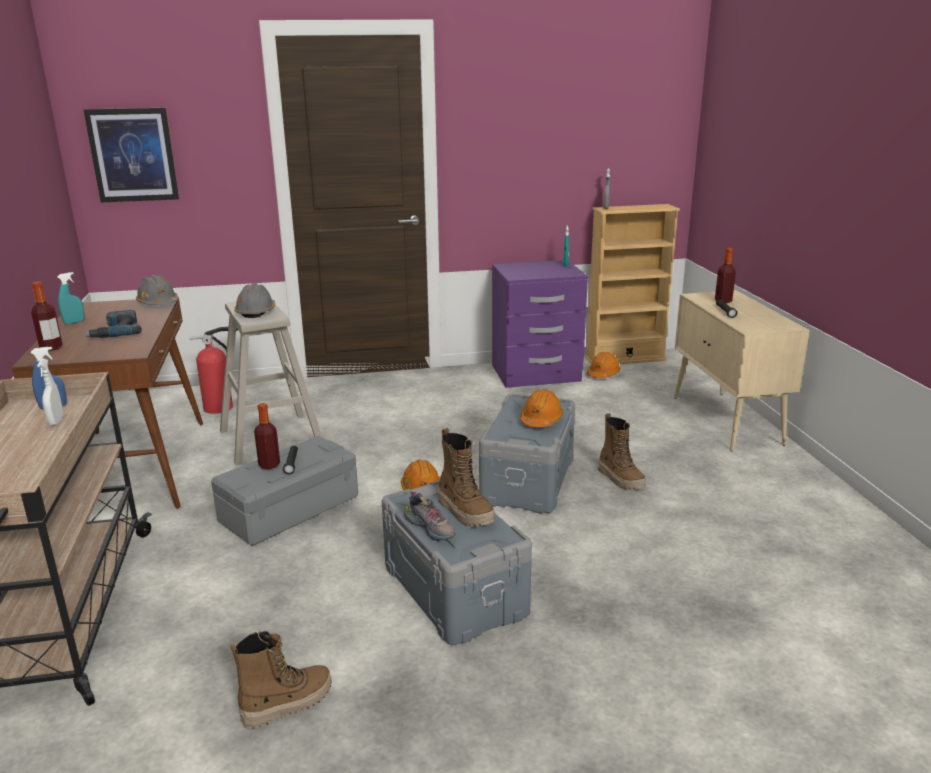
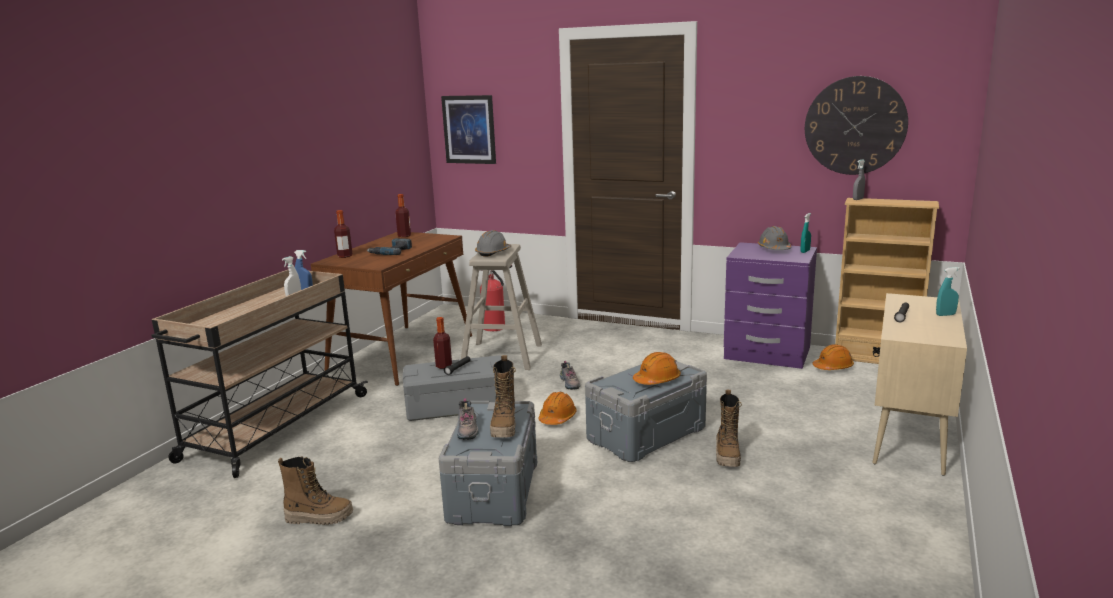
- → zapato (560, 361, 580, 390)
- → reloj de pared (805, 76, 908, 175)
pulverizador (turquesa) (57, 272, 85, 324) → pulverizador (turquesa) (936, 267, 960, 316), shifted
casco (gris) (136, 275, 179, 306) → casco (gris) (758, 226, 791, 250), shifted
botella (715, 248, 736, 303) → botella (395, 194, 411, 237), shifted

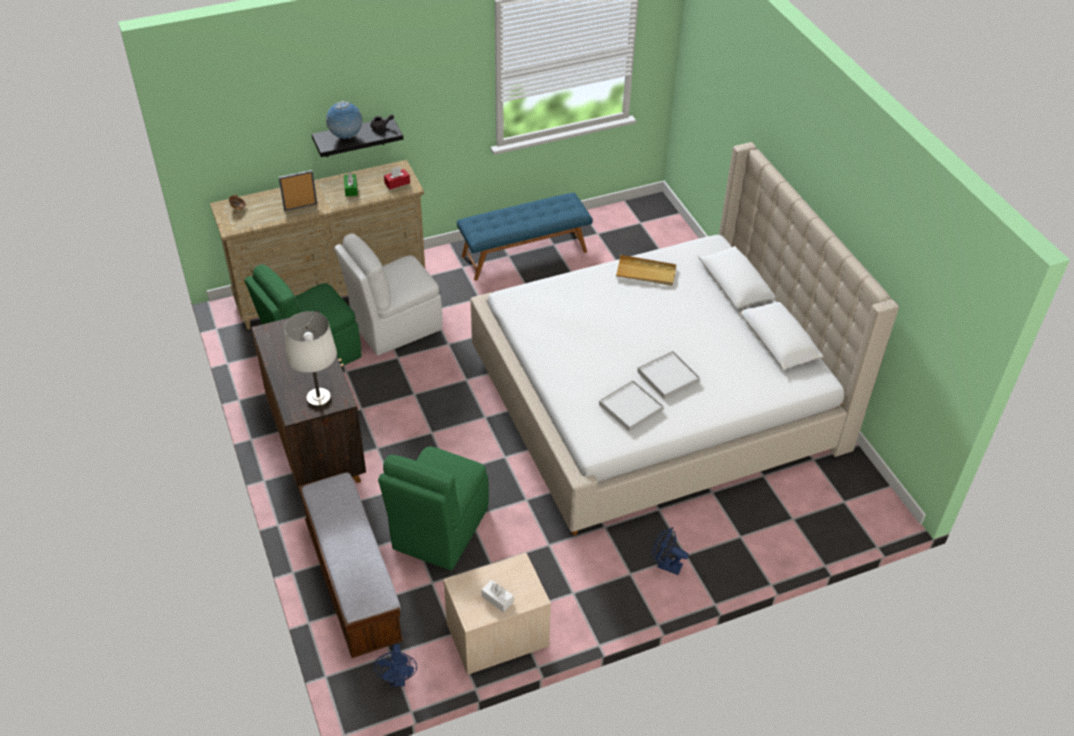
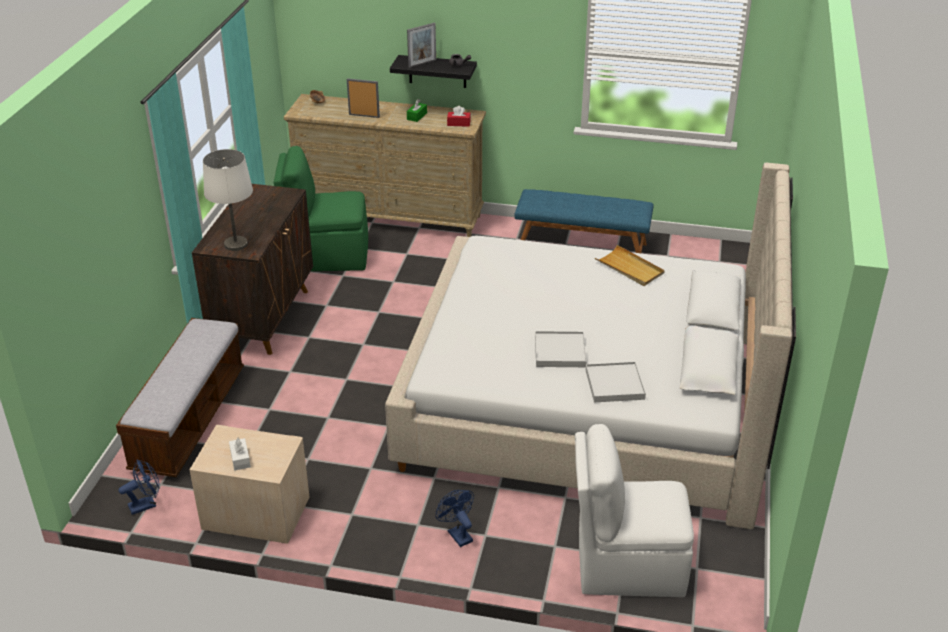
silla (verde) (378, 446, 489, 570) → -
silla (blanco) (334, 233, 442, 356) → silla (blanco) (575, 424, 694, 597), shifted
bandeja (blanco) (599, 380, 663, 432) → bandeja (blanco) (586, 362, 646, 403), shifted
globo terráqueo (326, 101, 363, 139) → portarretratos (407, 23, 436, 68)
ventilador (azul) (373, 644, 417, 687) → ventilador (azul) (119, 459, 160, 515), 150 degrees counterclockwise

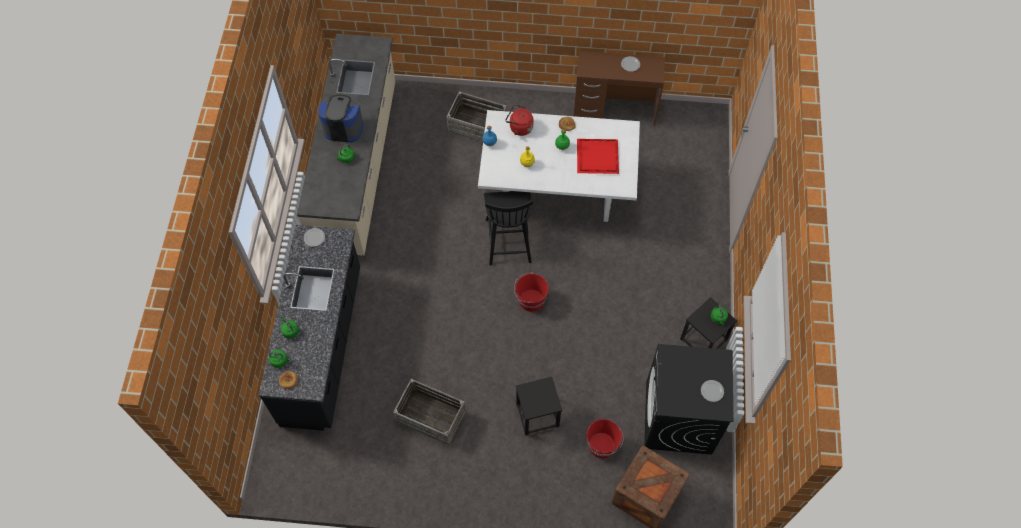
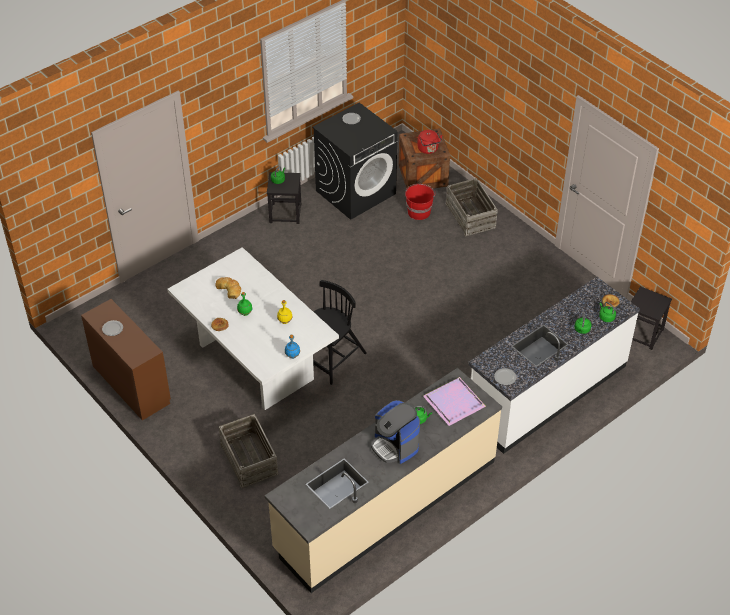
cubo (rojo) (514, 273, 549, 312) → -
- → bandeja (morado) (423, 377, 486, 426)
caja de embalaje (393, 379, 466, 446) → caja de embalaje (445, 178, 498, 237), shifted
hervidor (rojo) (506, 105, 534, 136) → hervidor (rojo) (417, 130, 443, 154), shifted
taburete (negro) (516, 377, 562, 435) → taburete (negro) (631, 286, 672, 350), shifted
bandeja (rojo) (577, 139, 619, 174) → pan (215, 277, 241, 299)
mueble bajo de cocina (negro) (259, 225, 360, 431) → mueble bajo de cocina (blanco) (468, 277, 640, 454)

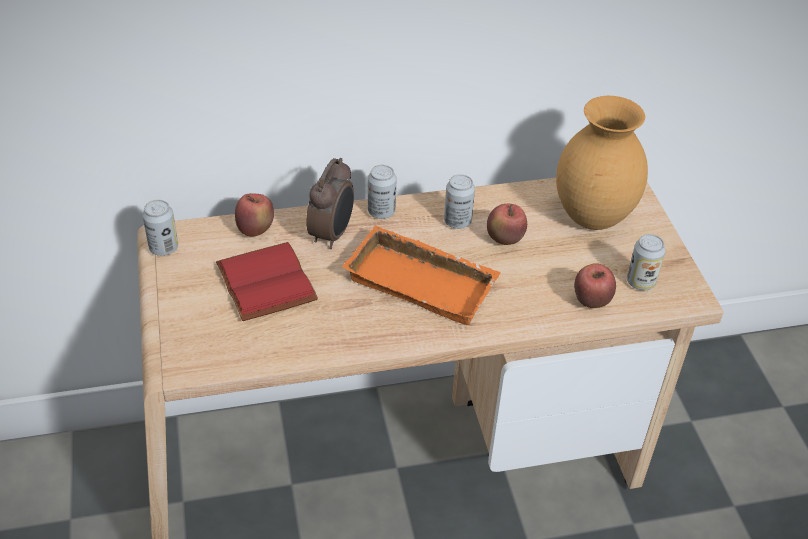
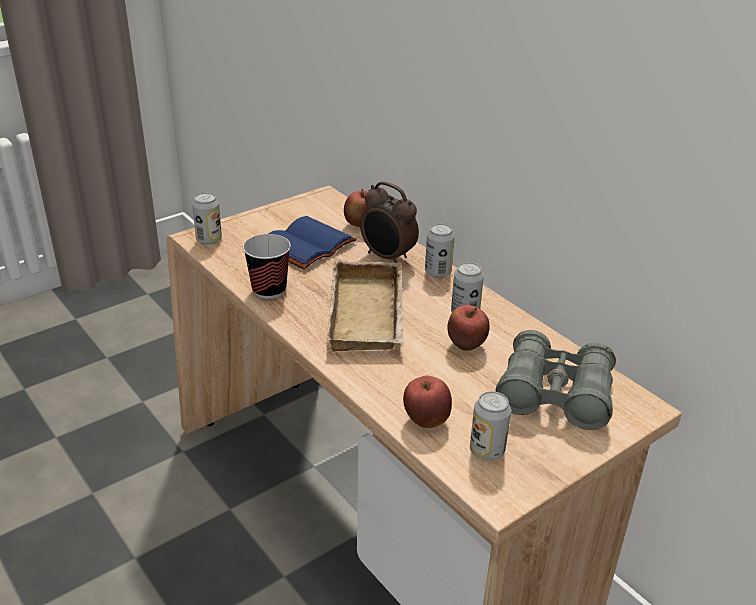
- → taza (243, 234, 291, 299)
lata (142, 200, 178, 256) → lata (192, 193, 222, 245), shifted
florero (marrón) (556, 96, 648, 230) → prismáticos (gris) (496, 330, 616, 430)
libro (rojo) (216, 242, 318, 321) → libro (azul) (268, 216, 357, 269)
bandeja (naranja) (342, 225, 501, 325) → bandeja (beis) (327, 259, 404, 351)
despertador (306, 158, 354, 249) → despertador (360, 181, 419, 263), 45 degrees clockwise

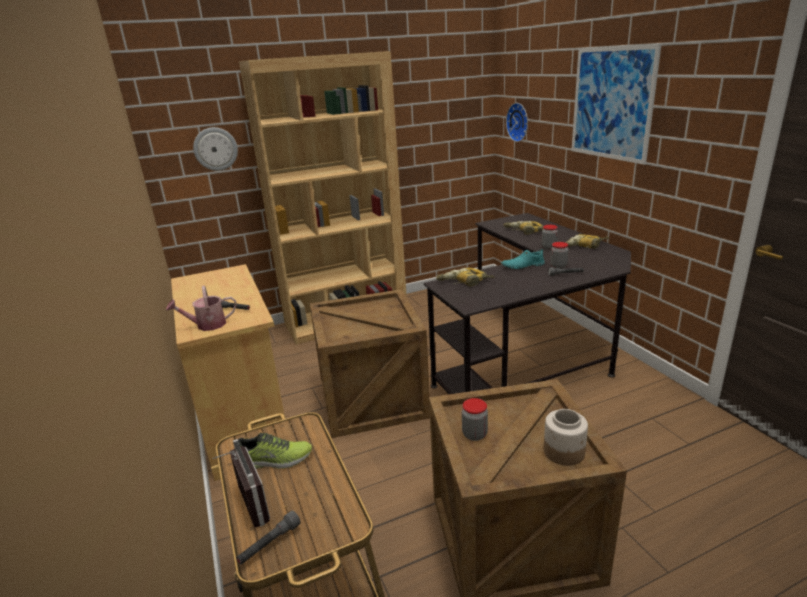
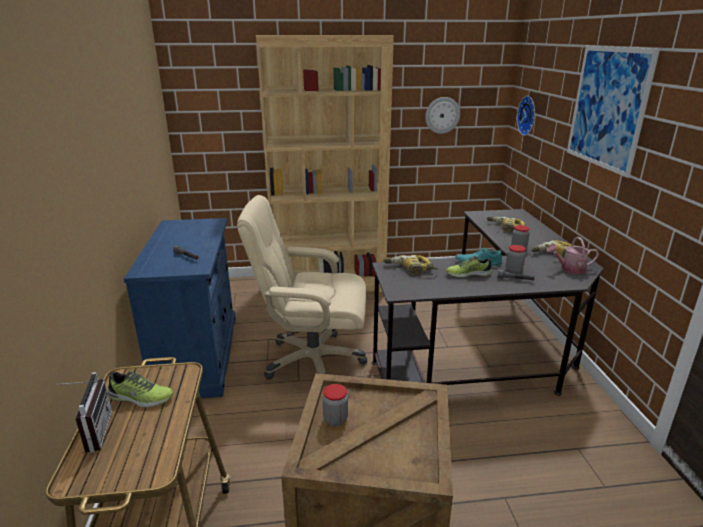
linterna (gris) (236, 511, 301, 565) → -
tarro (544, 409, 588, 466) → -
- → zapato (446, 256, 492, 278)
regadera (166, 286, 237, 331) → regadera (547, 237, 599, 274), shifted
reloj de pared (193, 127, 238, 171) → reloj de pared (425, 97, 460, 134), shifted
caja de embalaje (310, 289, 430, 438) → silla de oficina (beis) (237, 195, 367, 379)
armario (beis) (171, 264, 284, 481) → armario (azul) (124, 218, 236, 400)

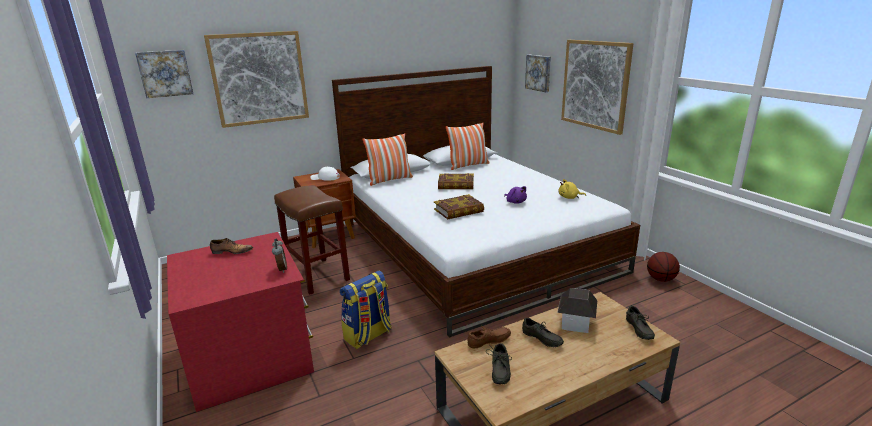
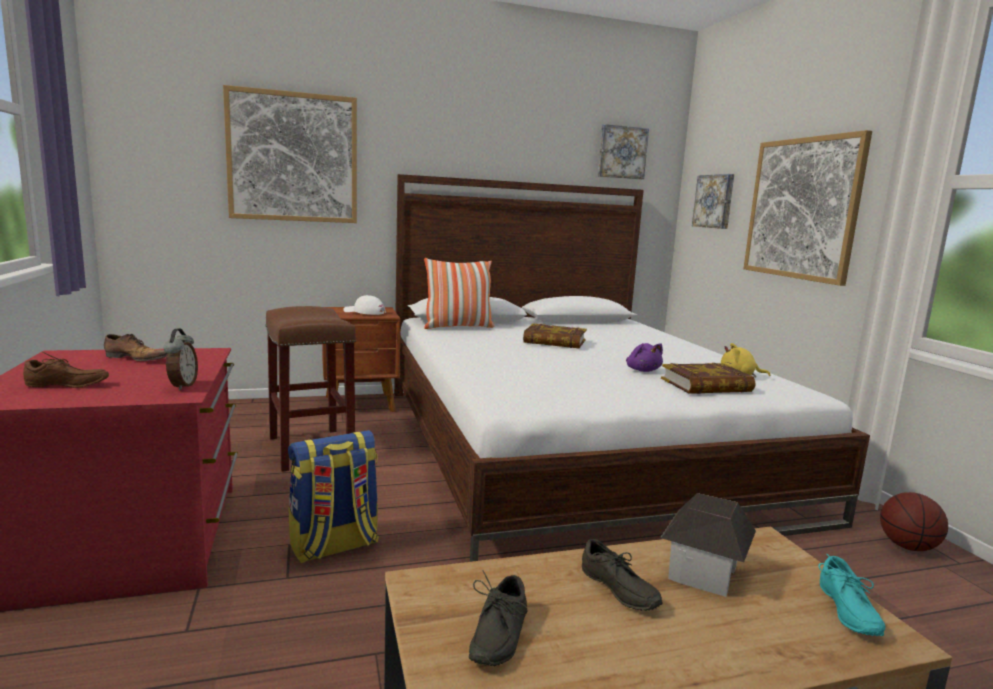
cojín (446, 123, 490, 170) → -
cuadro (135, 50, 193, 98) → cuadro (598, 124, 649, 179), shifted
libro (434, 194, 484, 219) → libro (661, 363, 756, 394), shifted
zapato (marrón) (467, 326, 511, 349) → zapato (marrón) (23, 352, 109, 388), shifted
zapato (gris) (626, 306, 655, 340) → zapato (turquesa) (818, 554, 886, 636)

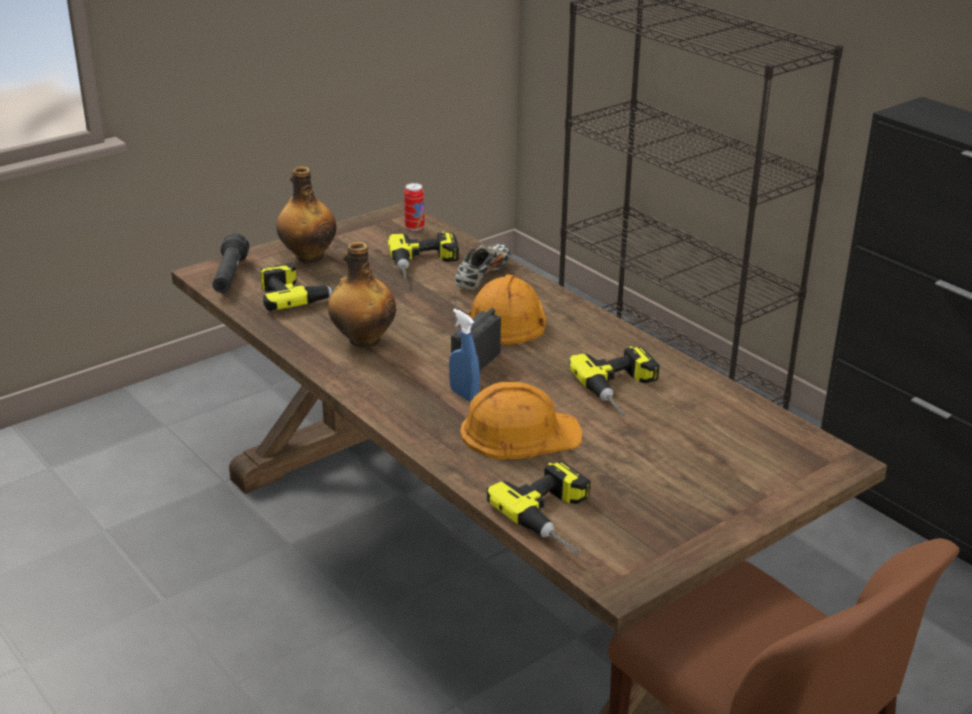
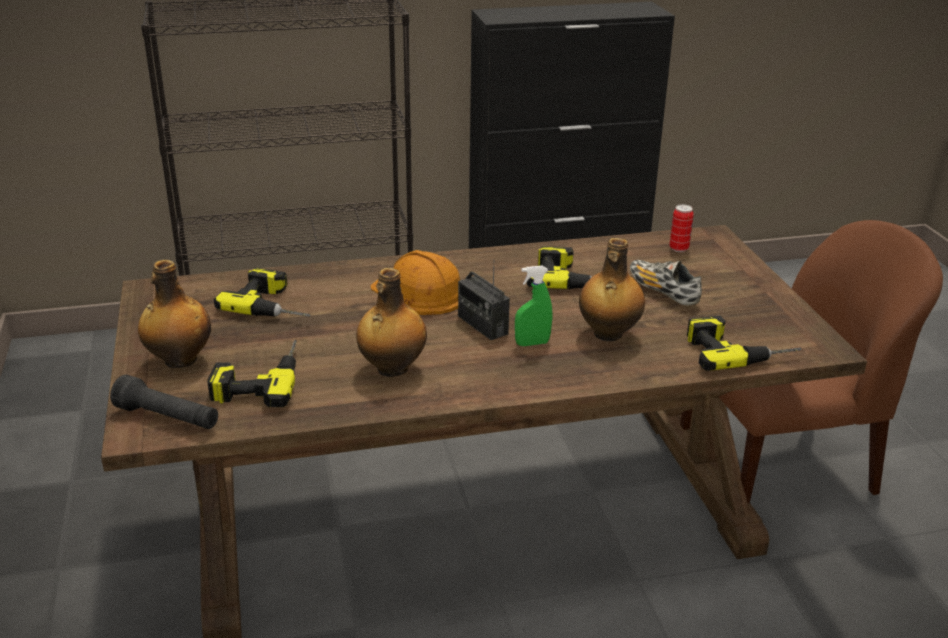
lata (404, 183, 425, 231) → lata (670, 204, 694, 252), shifted
zapato (455, 244, 511, 290) → zapato (630, 260, 702, 306), shifted
casco (naranja) (460, 382, 582, 459) → botella (579, 238, 645, 342)
pulverizador (azul) (449, 309, 480, 402) → pulverizador (verde) (515, 266, 552, 346)

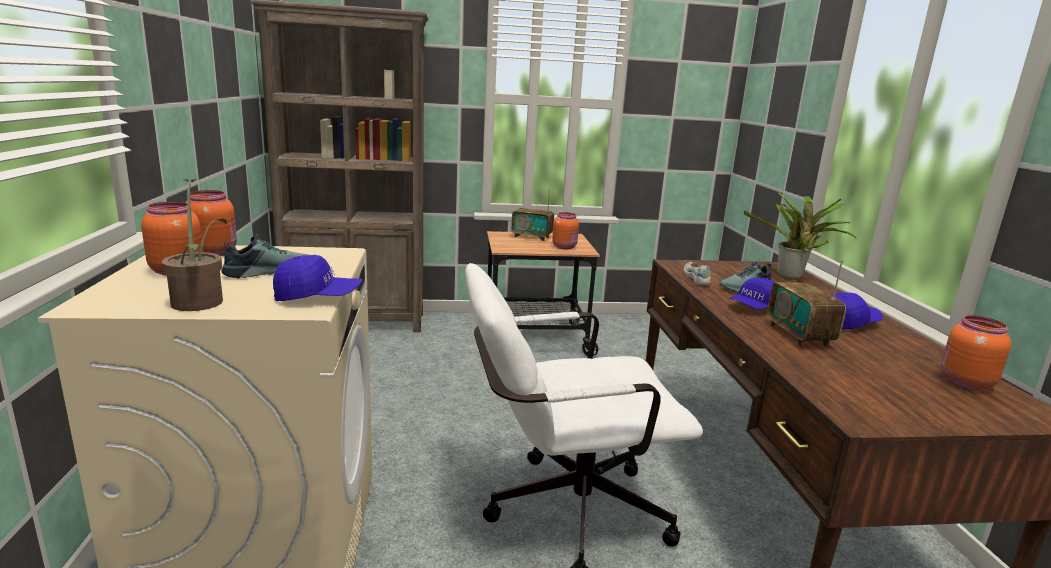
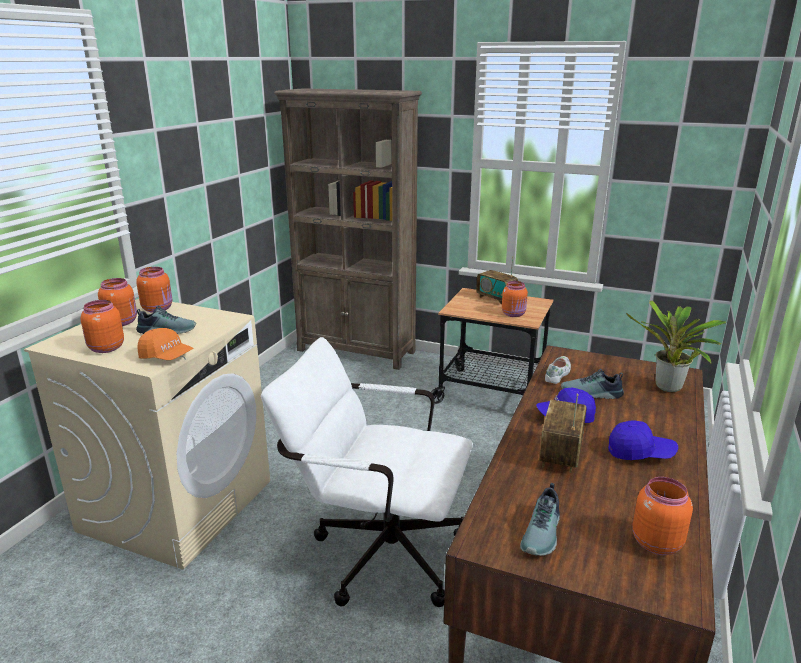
- → zapato (520, 483, 560, 556)
planta en maceta (162, 178, 226, 311) → tarro (naranja) (81, 300, 124, 353)
gorra (azul) (273, 255, 362, 301) → gorra (naranja) (138, 328, 194, 360)

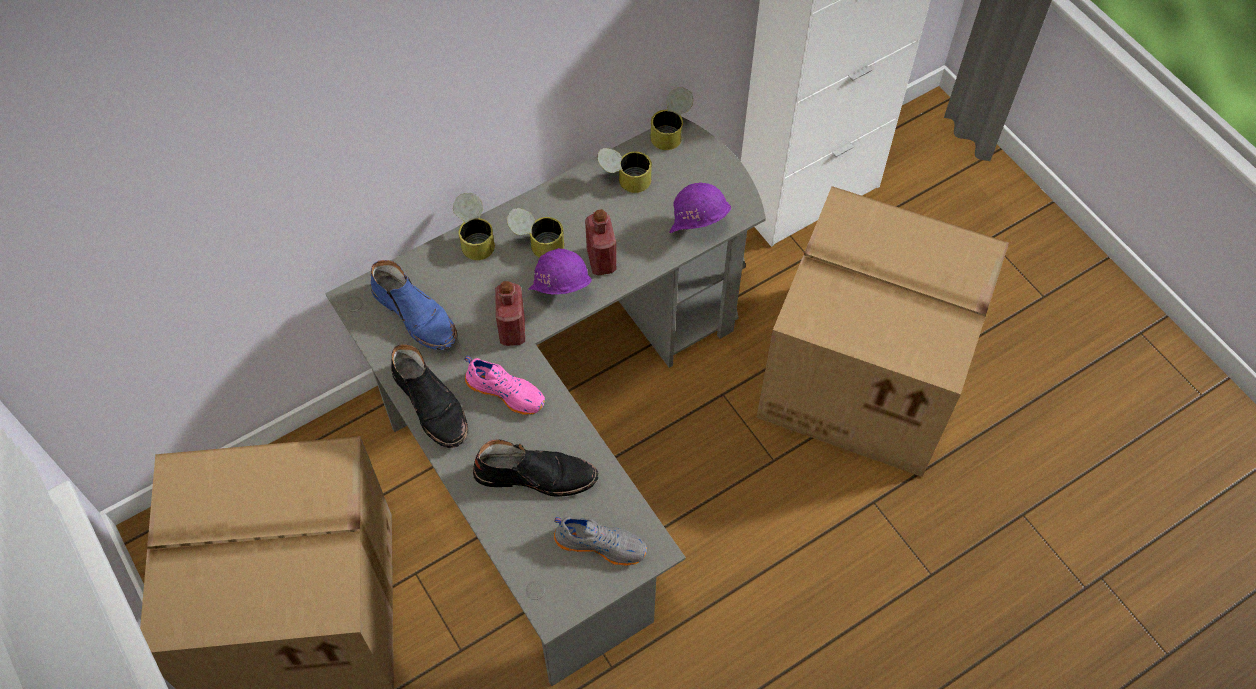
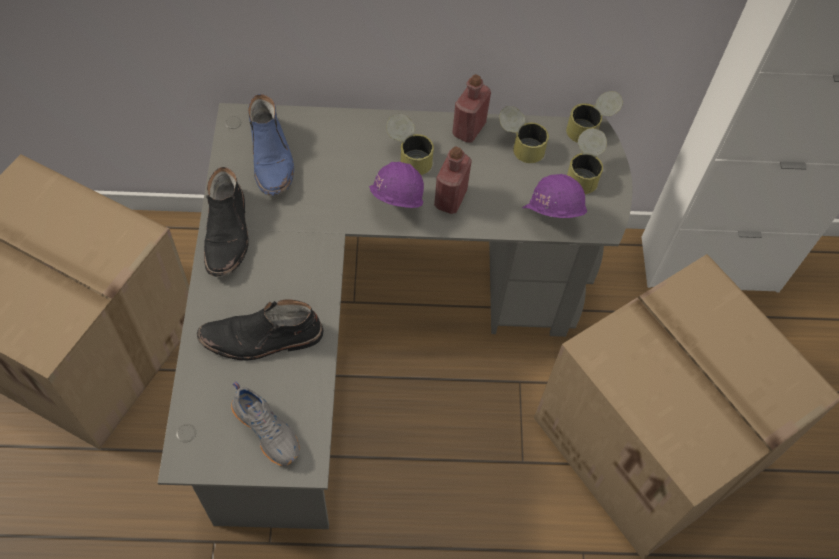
zapato (rosa) (464, 356, 545, 415) → -
lata (453, 193, 495, 260) → lata (567, 128, 607, 194), shifted
botella (rojo) (495, 281, 525, 346) → botella (rojo) (452, 74, 491, 142), shifted
bota (negro) (473, 439, 598, 497) → bota (negro) (197, 300, 323, 360), 135 degrees clockwise

